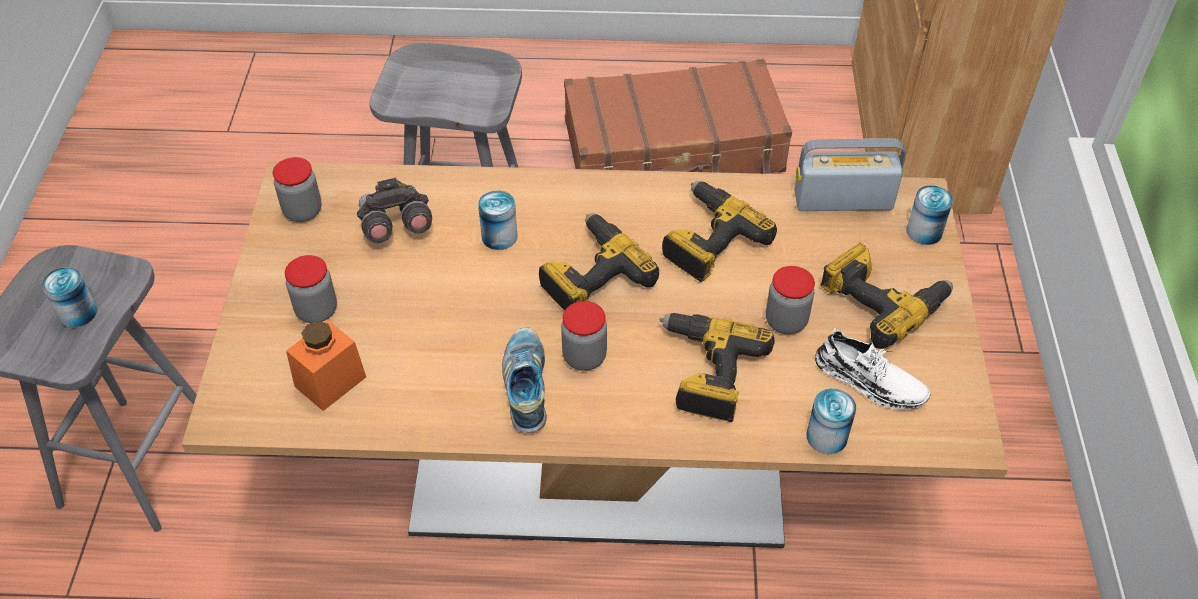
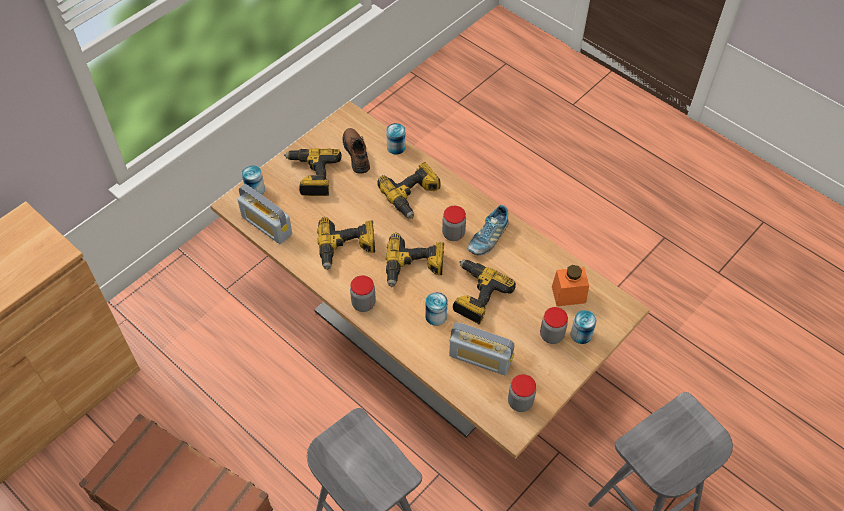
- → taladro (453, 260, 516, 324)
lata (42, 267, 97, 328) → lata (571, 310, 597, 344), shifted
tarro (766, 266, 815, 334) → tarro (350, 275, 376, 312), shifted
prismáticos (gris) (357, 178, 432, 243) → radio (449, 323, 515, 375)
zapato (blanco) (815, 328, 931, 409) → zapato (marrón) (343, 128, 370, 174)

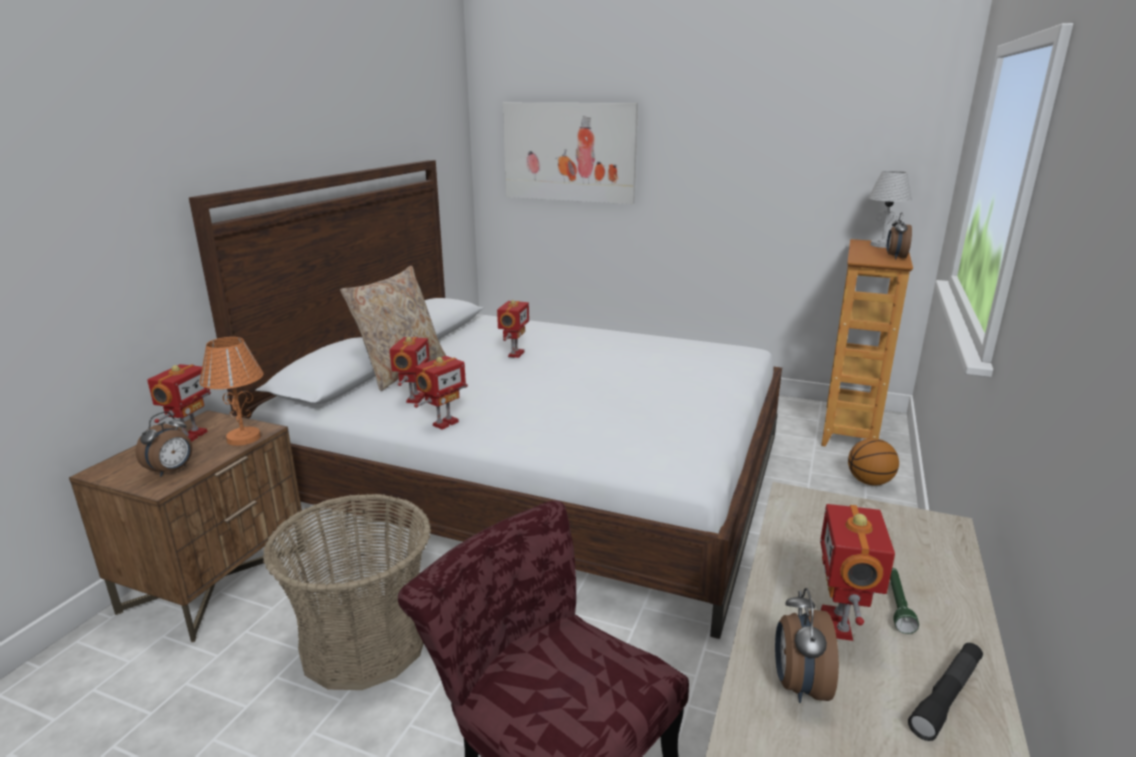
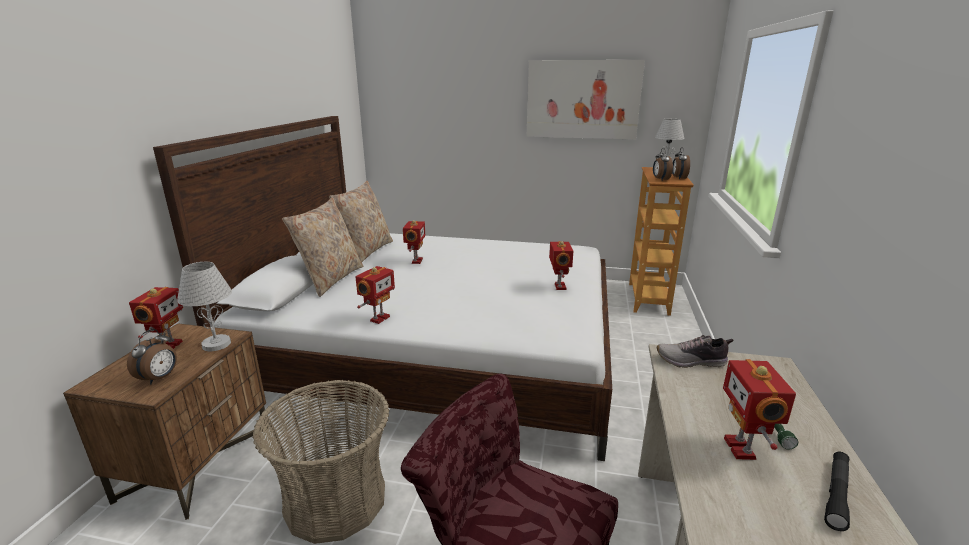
balón de baloncesto (848, 438, 899, 485) → -
- → cojín (beis) (329, 181, 393, 262)
- → zapato (657, 335, 734, 368)
robot de juguete (389, 337, 430, 404) → robot de juguete (549, 241, 573, 290), shifted
cuadro (503, 103, 638, 204) → cuadro (526, 60, 645, 139), shifted
despertador (775, 588, 839, 703) → despertador (653, 148, 673, 180), shifted
lámpara de mesa (naranja) (199, 337, 264, 446) → lámpara de mesa (blanco) (177, 262, 232, 351)

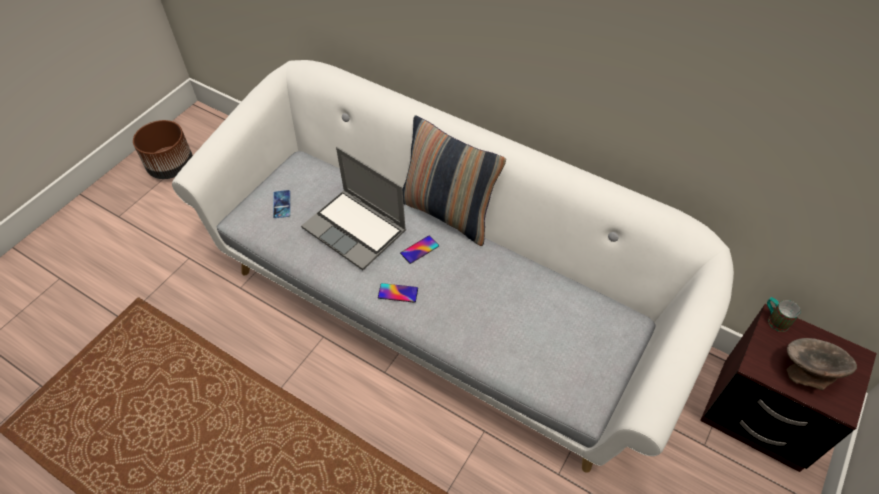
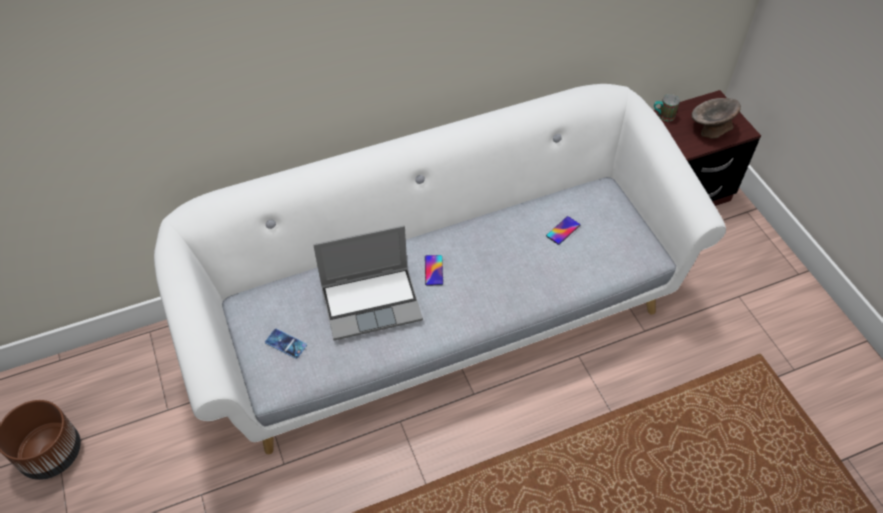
cojín (402, 116, 506, 246) → -
móvil (378, 283, 418, 303) → móvil (546, 216, 580, 245), shifted

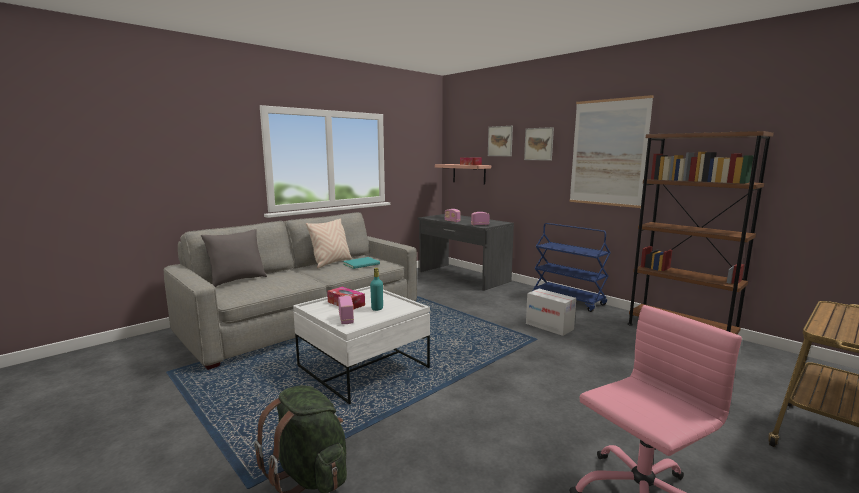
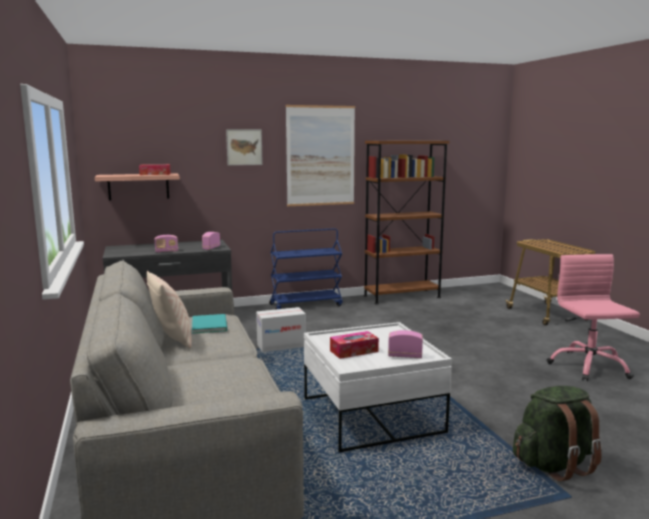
cojín (gris) (201, 229, 267, 287) → -
botella (turquesa) (370, 268, 383, 311) → -
cuadro (488, 126, 513, 156) → -
caja de cartón (526, 289, 576, 336) → caja de cartón (256, 307, 306, 352), shifted

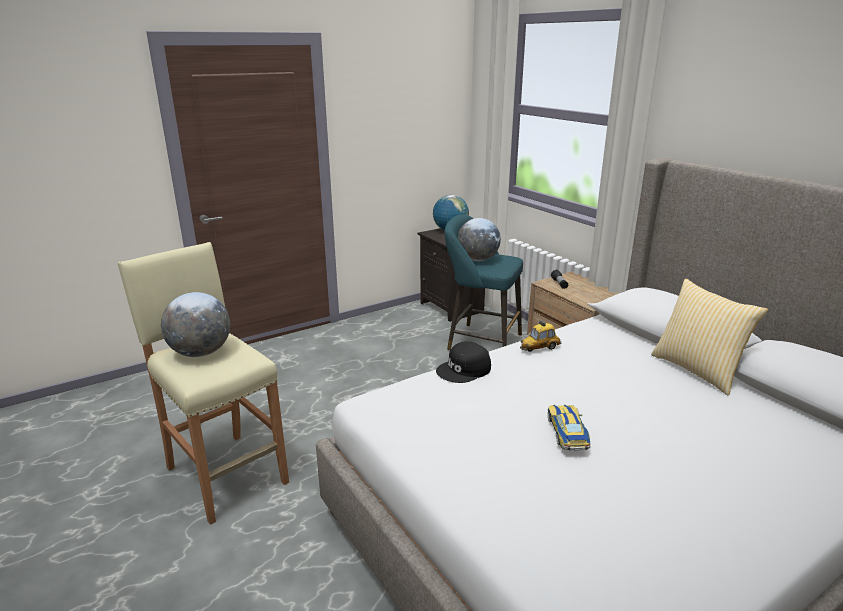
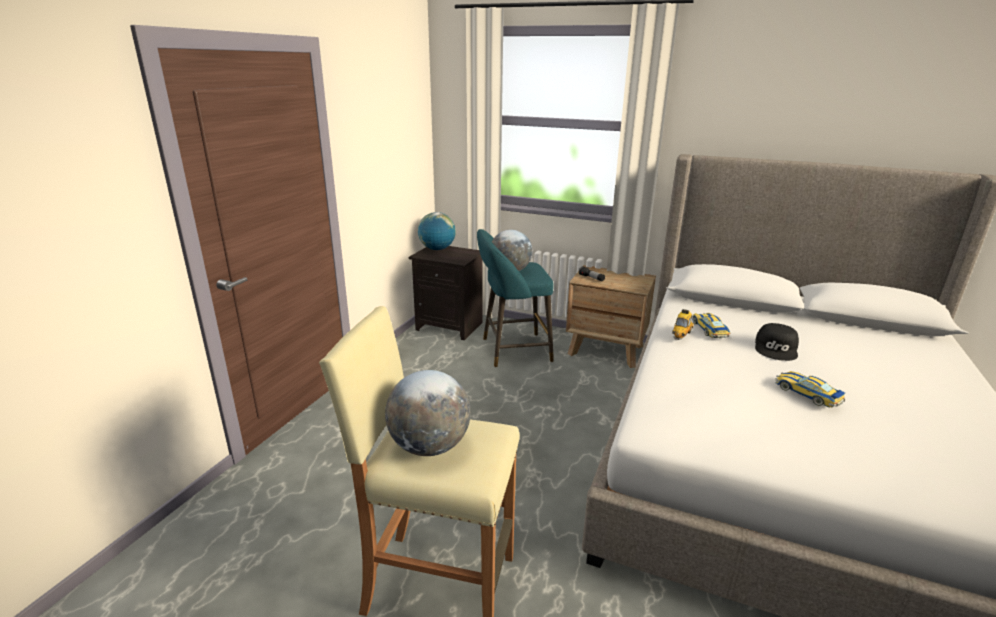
cojín (651, 279, 768, 395) → -
- → coche de juguete (692, 313, 731, 338)
gorra (negro) (436, 342, 491, 383) → gorra (negro) (755, 323, 799, 361), shifted

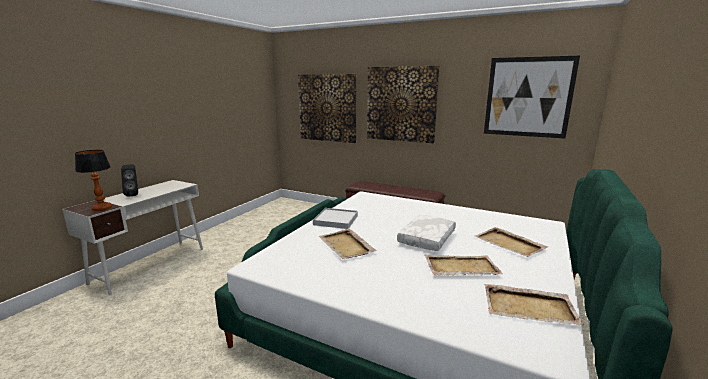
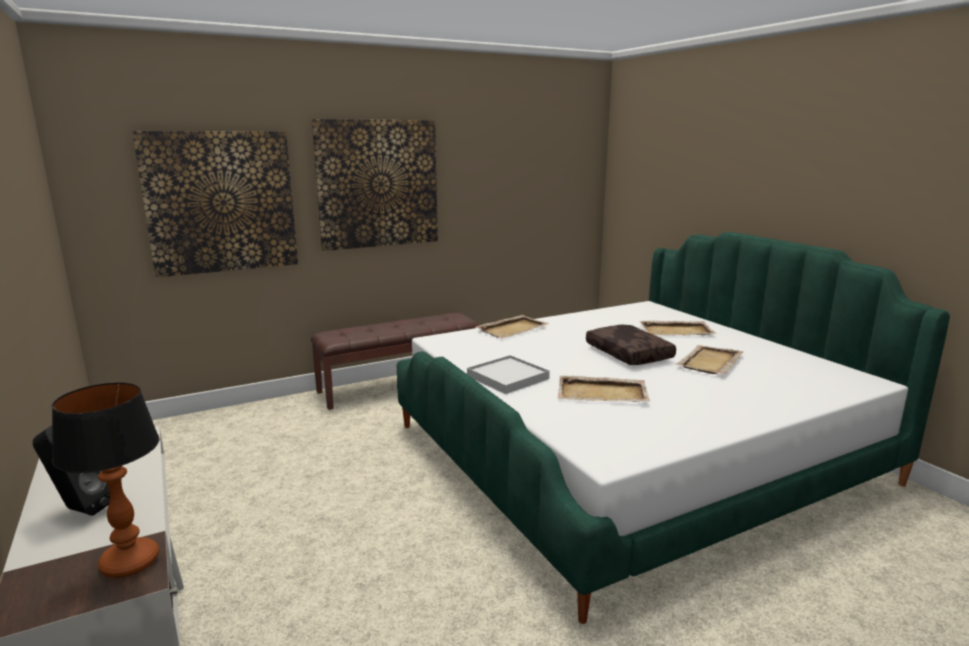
cuadro (484, 56, 580, 138) → -
bandeja (beis) (485, 284, 584, 325) → bandeja (beis) (476, 315, 549, 338), shifted
cojín (blanco) (397, 215, 456, 251) → cojín (marrón) (586, 325, 676, 365)

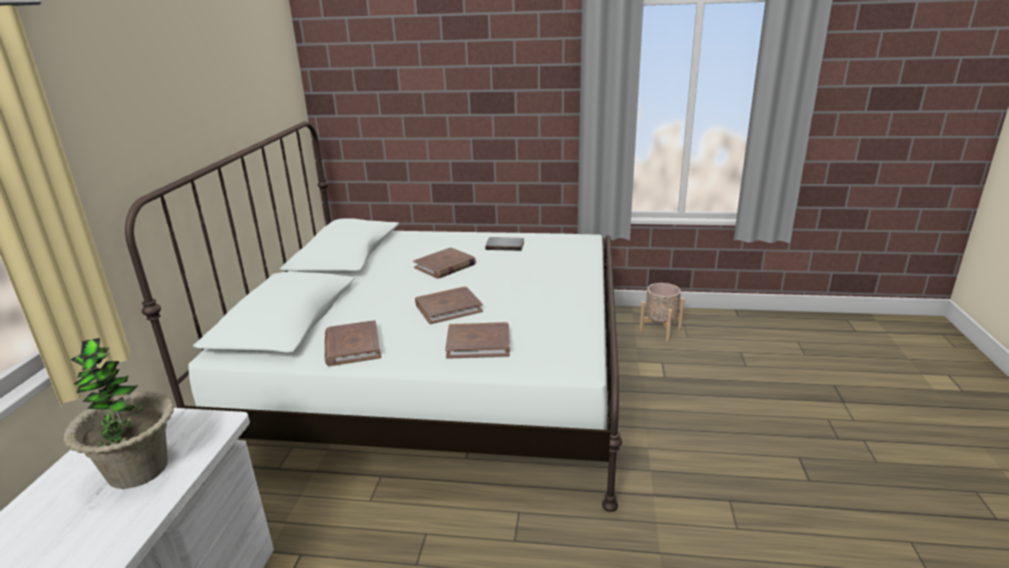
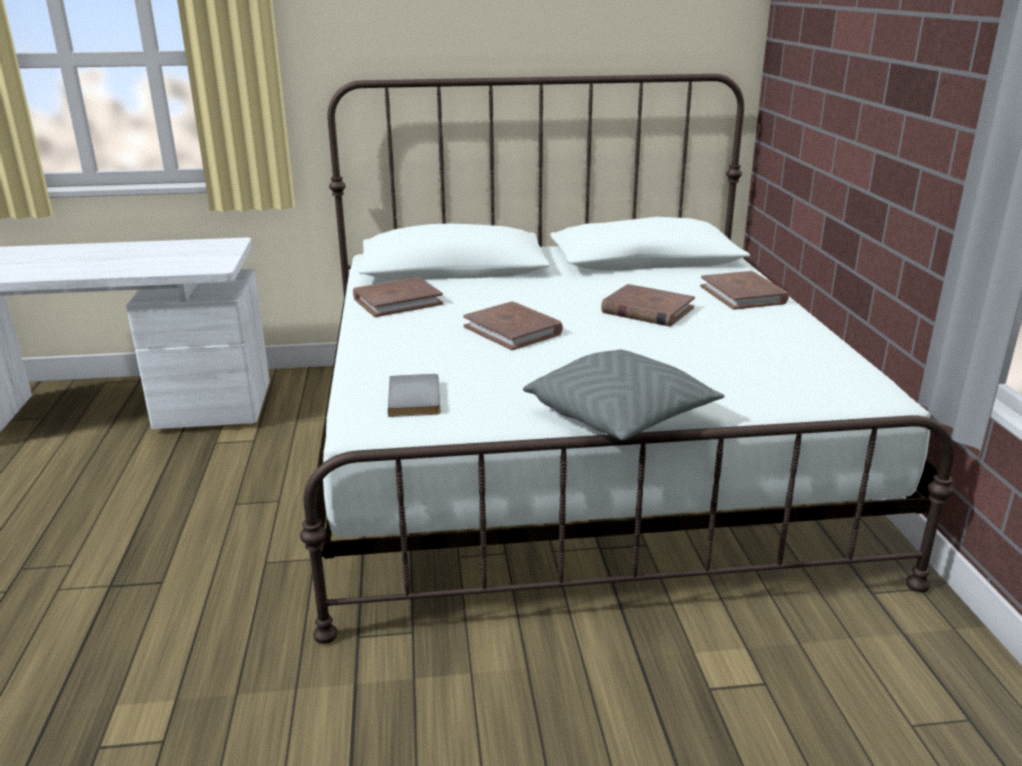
planta en maceta (63, 338, 174, 489) → -
maceta (beis) (639, 283, 685, 341) → -
- → cojín (gris) (523, 350, 725, 440)
libro (marrón) (445, 322, 510, 359) → libro (marrón) (700, 271, 789, 310), shifted
libro (gris) (485, 237, 524, 251) → libro (gris) (388, 374, 440, 417), shifted

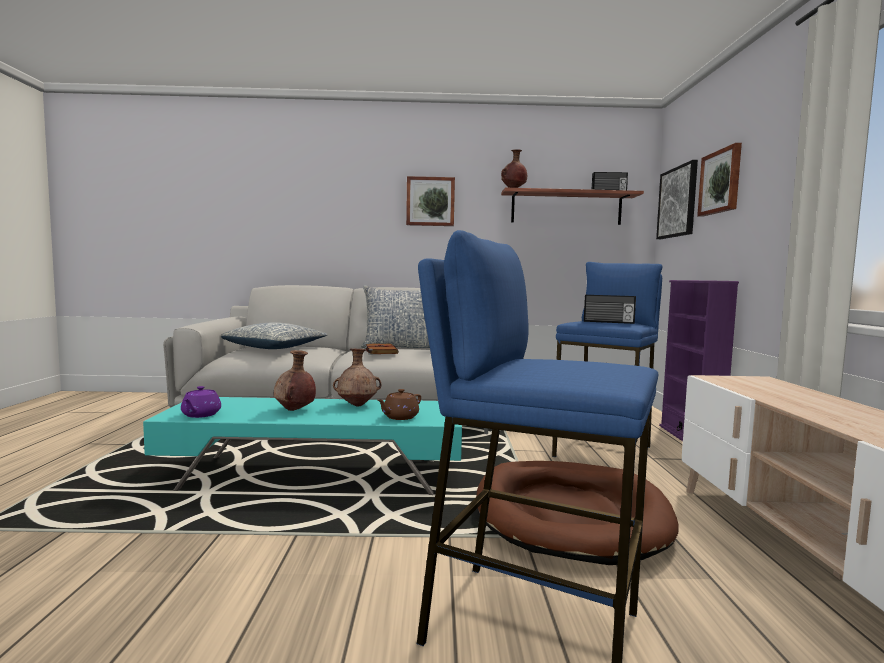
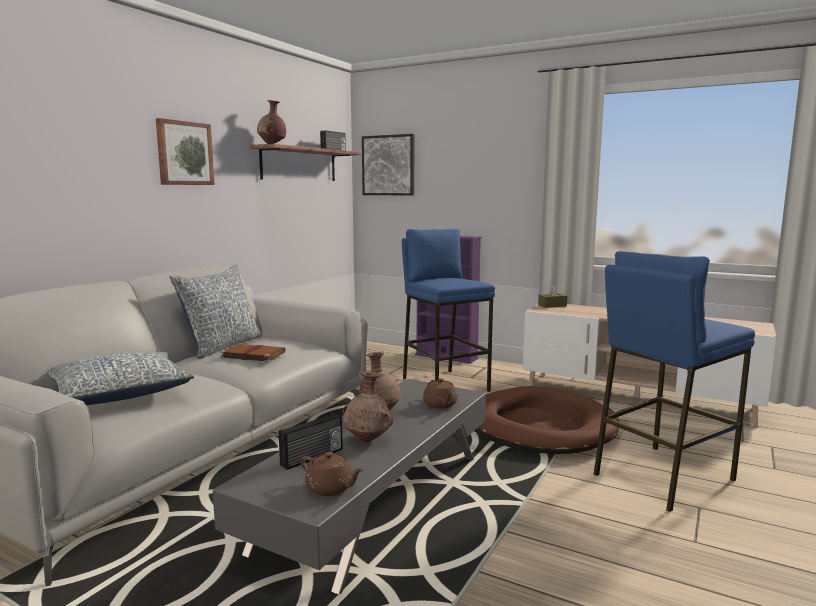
cuadro (697, 143, 742, 217) → -
- → caja de pañuelos (marrón) (538, 285, 568, 308)
radio (584, 295, 636, 324) → radio (279, 413, 343, 470), shifted
mesa de centro (turquesa) (143, 397, 462, 495) → mesa de centro (gris) (212, 379, 486, 594)
tetera (morado) (181, 386, 221, 418) → tetera (marrón) (300, 452, 363, 496)

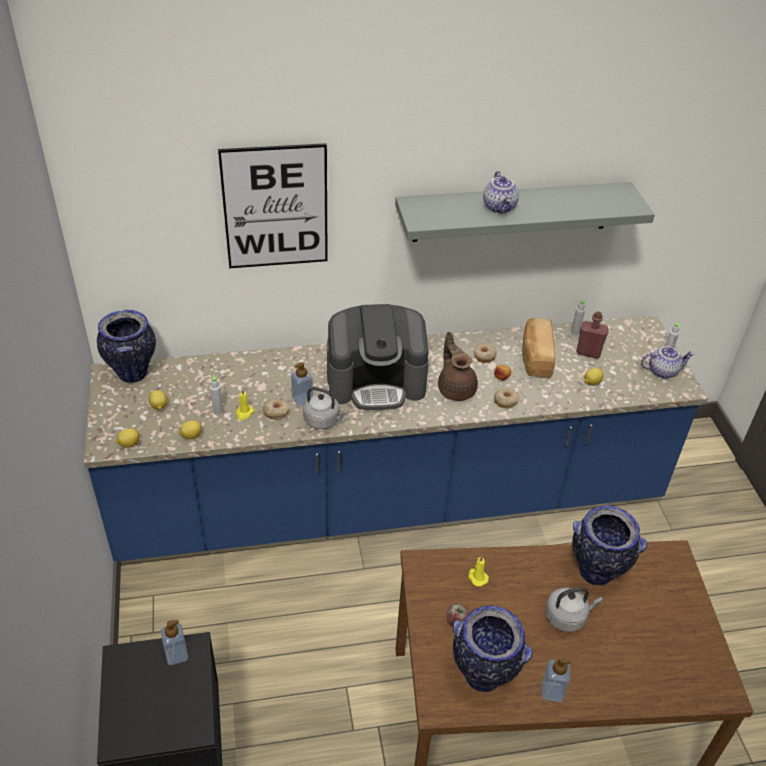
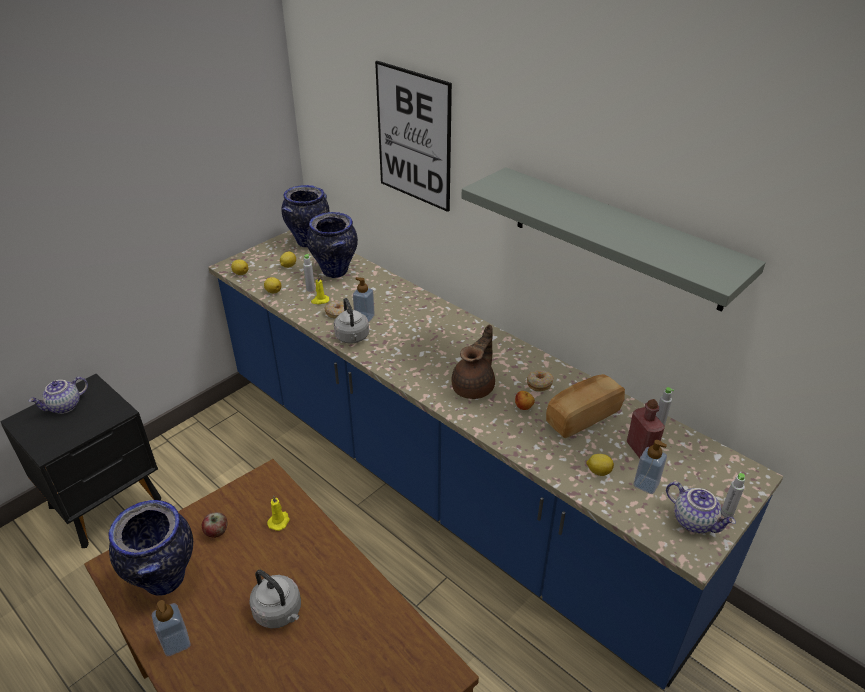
cafetera (327, 304, 429, 410) → -
rosquilla (494, 389, 519, 408) → -
dispensador de jabón (161, 620, 188, 665) → dispensador de jabón (634, 440, 667, 494), shifted
tetera (483, 171, 519, 214) → tetera (29, 377, 88, 414), shifted
florero (572, 505, 647, 586) → florero (307, 212, 358, 278), shifted

